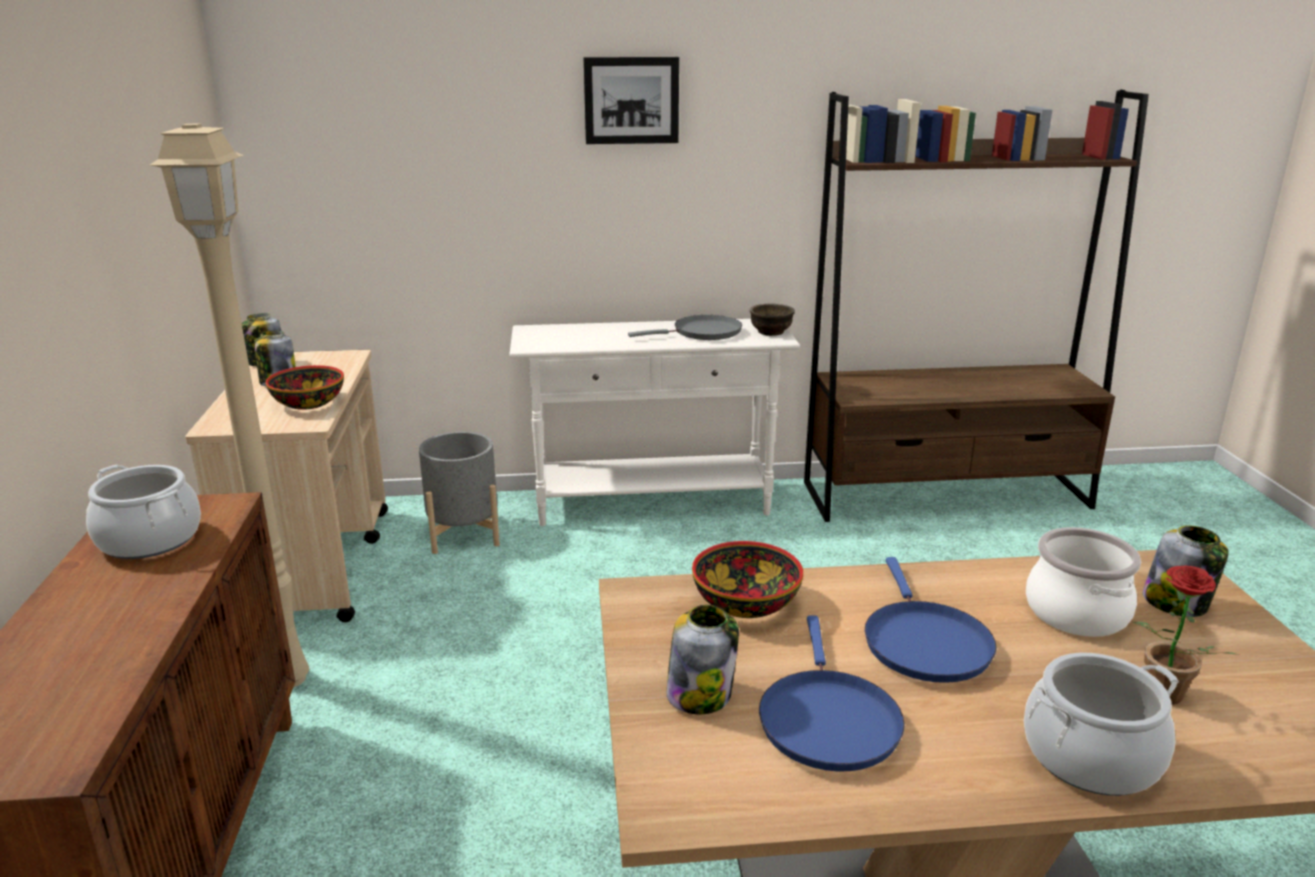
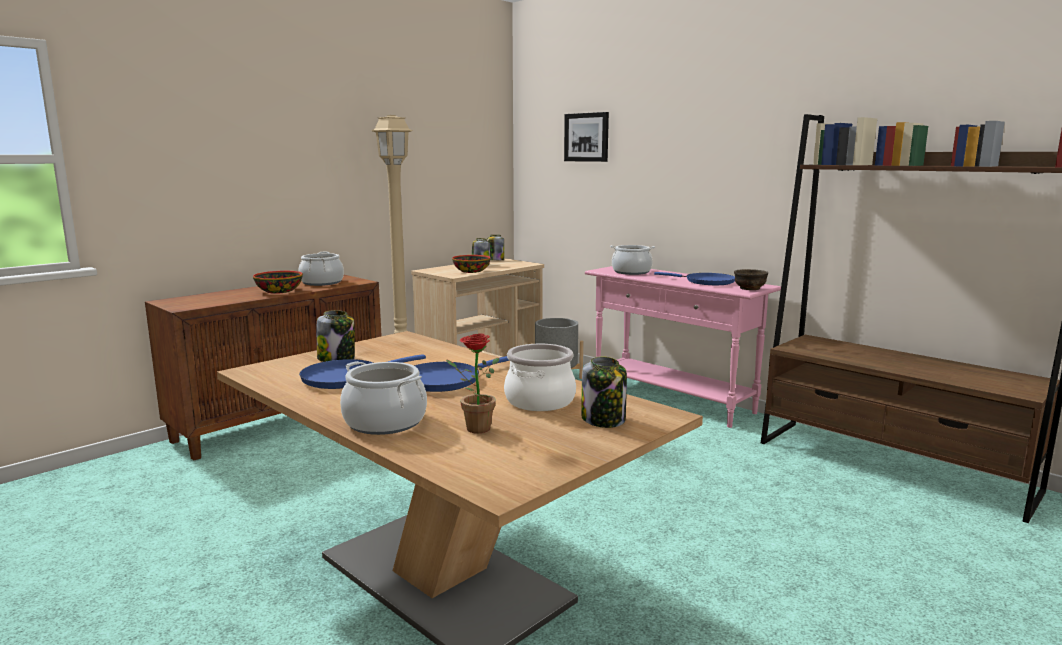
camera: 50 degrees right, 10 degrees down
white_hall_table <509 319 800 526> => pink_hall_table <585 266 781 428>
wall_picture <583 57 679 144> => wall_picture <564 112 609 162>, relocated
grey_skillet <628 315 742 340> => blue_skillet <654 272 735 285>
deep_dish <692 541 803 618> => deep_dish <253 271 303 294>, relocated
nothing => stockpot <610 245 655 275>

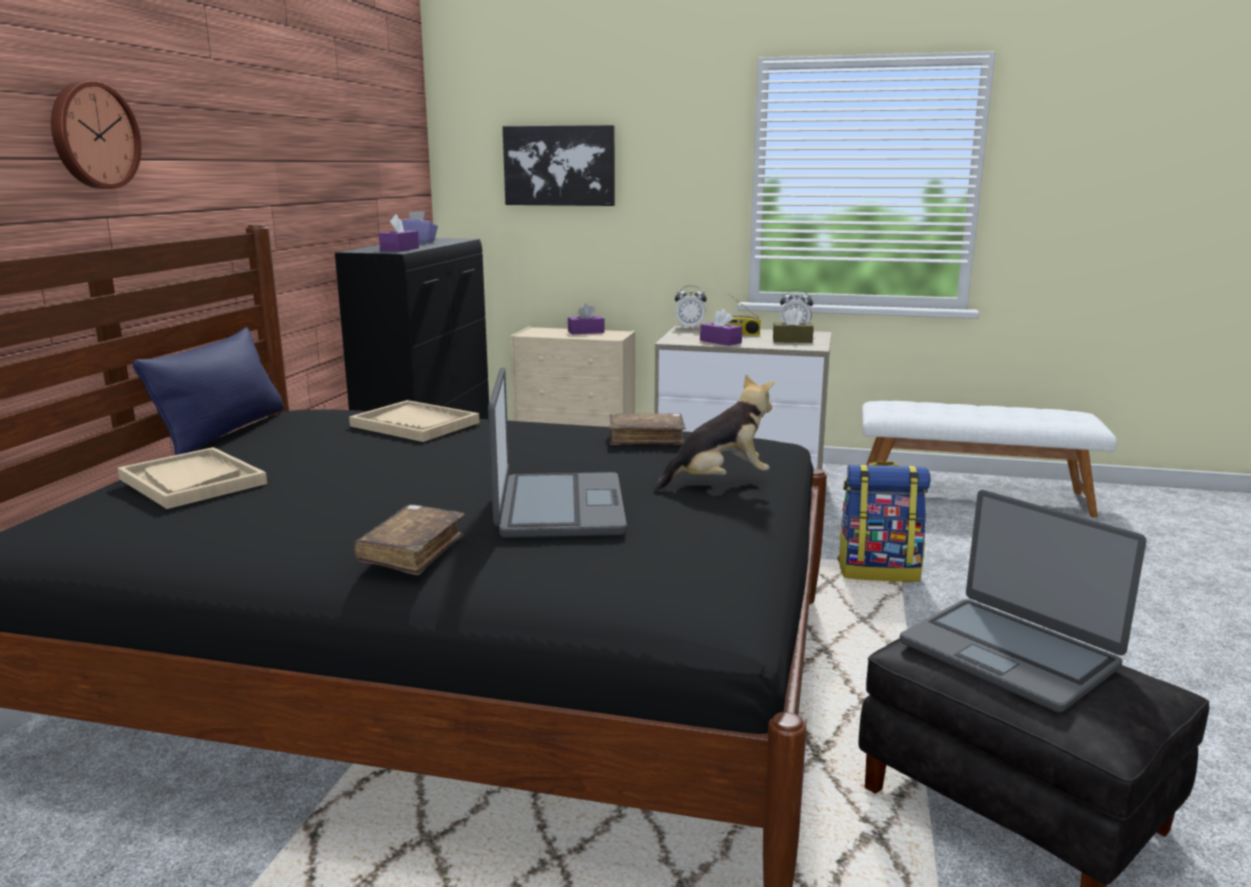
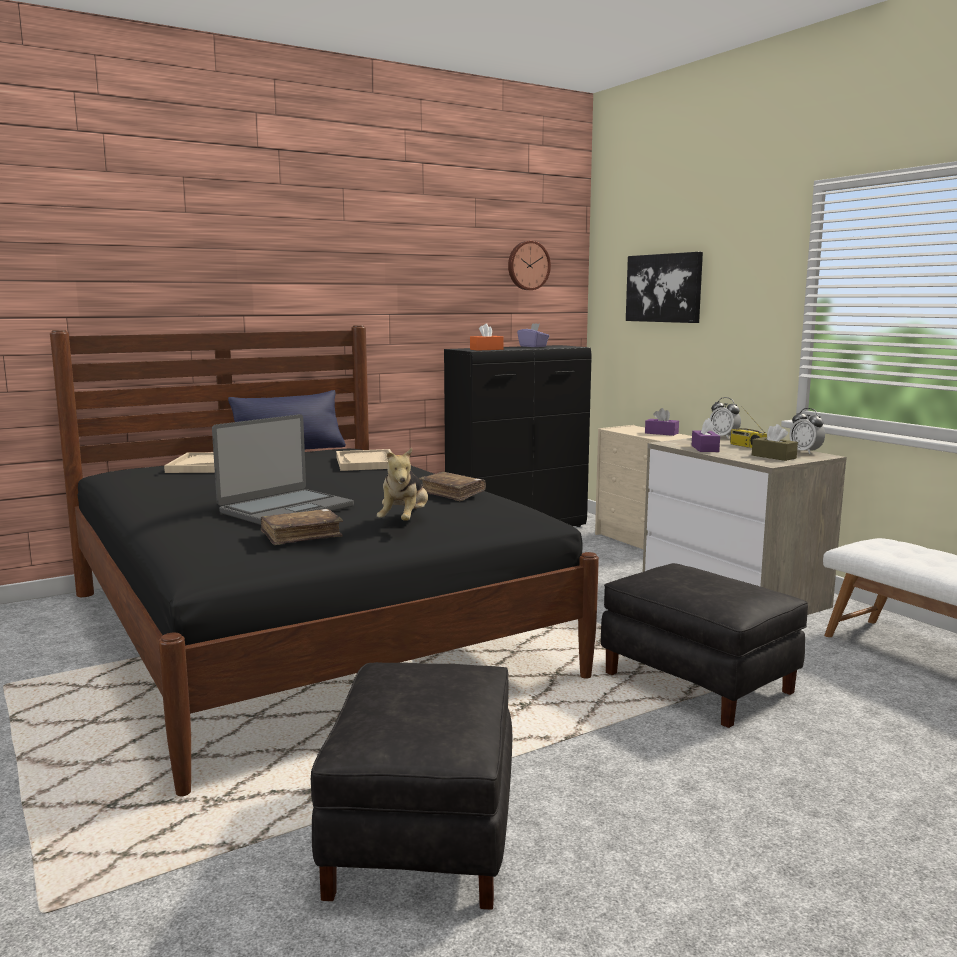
camera: 45 degrees right, 5 degrees down
hanging_clock <51 81 142 189> => hanging_clock <508 241 551 290>, relocated
brownish_bound_book <353 504 465 575> => brownish_bound_book <261 509 343 545>, relocated
purplish_box_of_tissues <379 215 419 252> => orange_box_of_tissues <470 323 504 351>
plush_toy <653 375 774 492> => plush_toy <377 448 428 521>, 75 degrees clockwise
knapsack <837 461 931 582> => black-coloured_footrest <601 563 808 728>
laptop <900 490 1146 712> => nothing

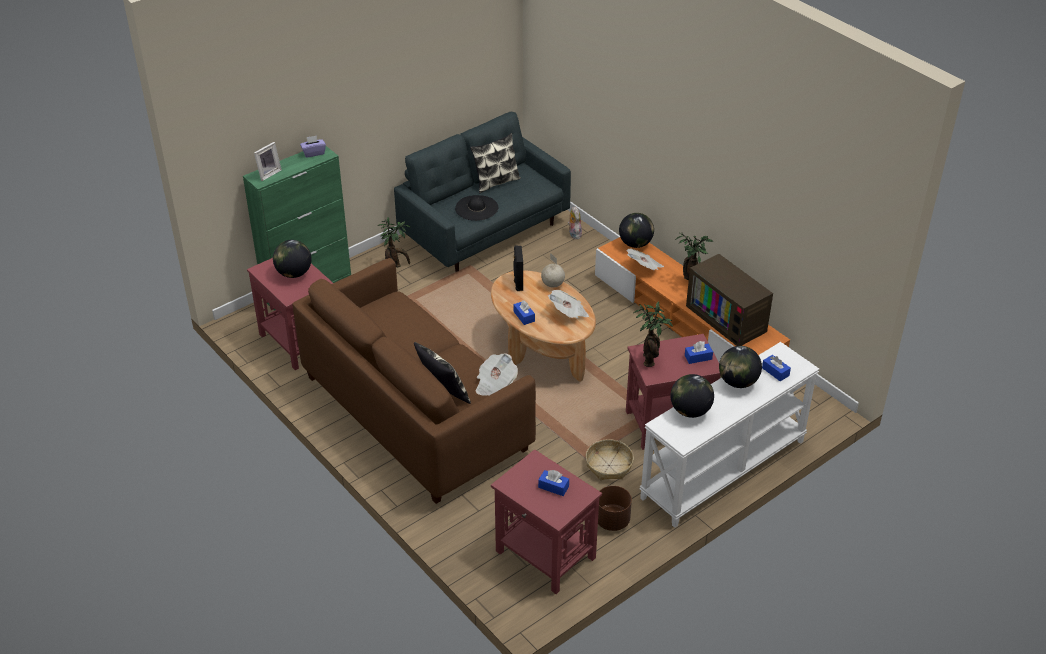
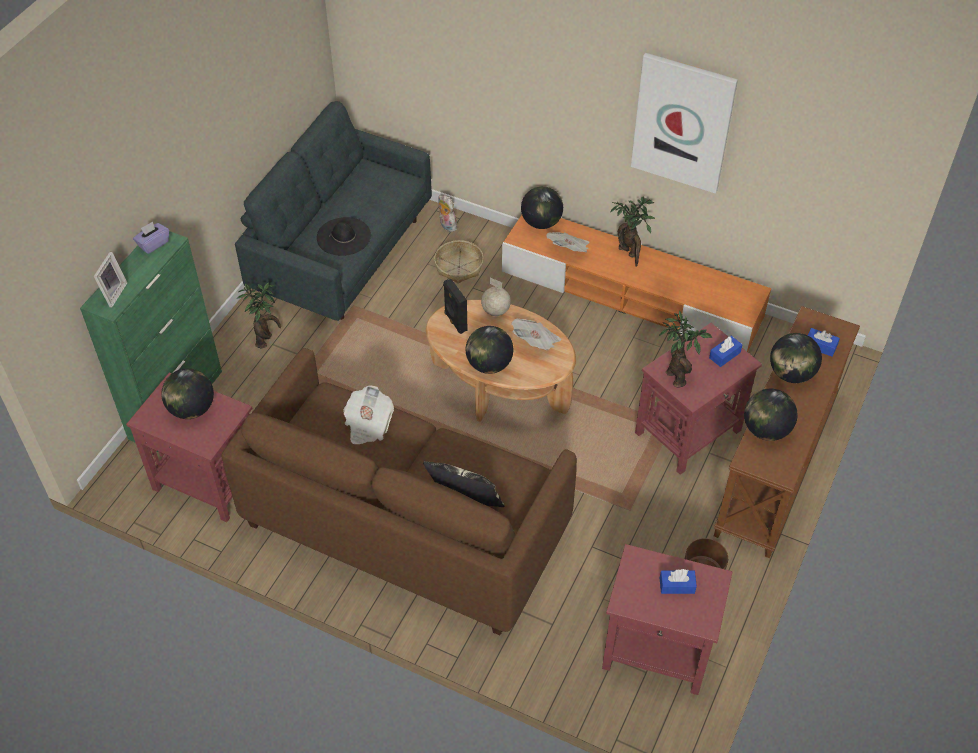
camera: 25 degrees left, 10 degrees up
pillow <470 133 521 193> => nothing
daily_paper <476 353 518 396> => daily_paper <343 385 394 444>, relocated
blue_box_of_tissues <514 300 535 325> => desk_globe <466 326 513 374>
storage_basket <586 439 634 480> => storage_basket <434 240 484 283>, relocated
white_hall_table <639 342 819 528> => brownish_hall_table <714 306 860 558>
TV_set <686 254 773 346> => nothing
nothing => wall_picture <631 53 738 193>

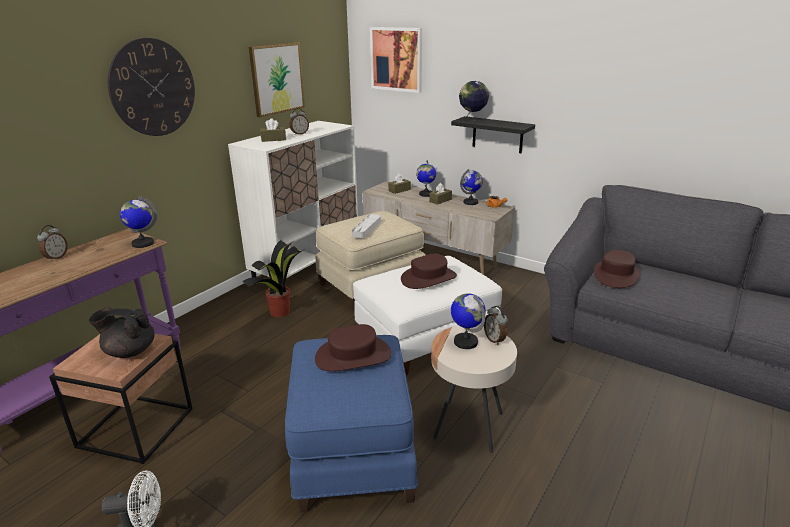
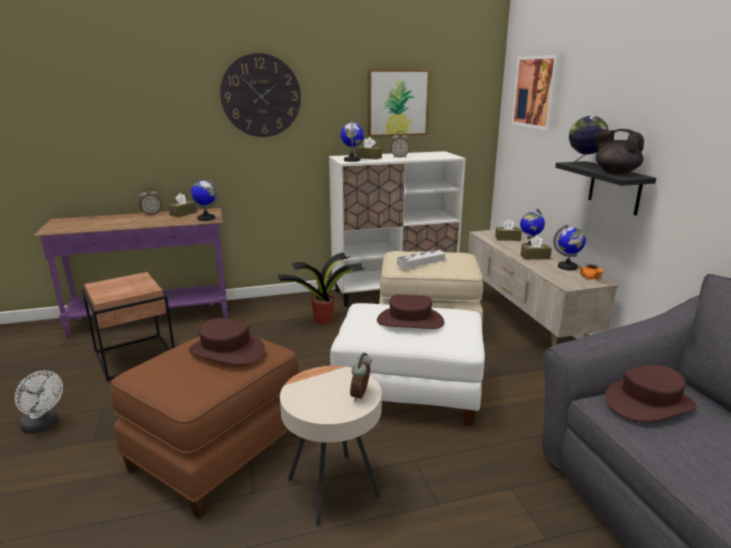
camera: 40 degrees right, 5 degrees down
black-coloured_teapot <89 307 155 358> => black-coloured_teapot <595 129 644 174>, relocated
blue_footrest <285 335 418 513> => brownish_footrest <110 336 300 519>
desk_globe <451 293 486 349> => desk_globe <341 120 364 162>, relocated
nothing => brownish_box_of_tissues <168 193 197 217>

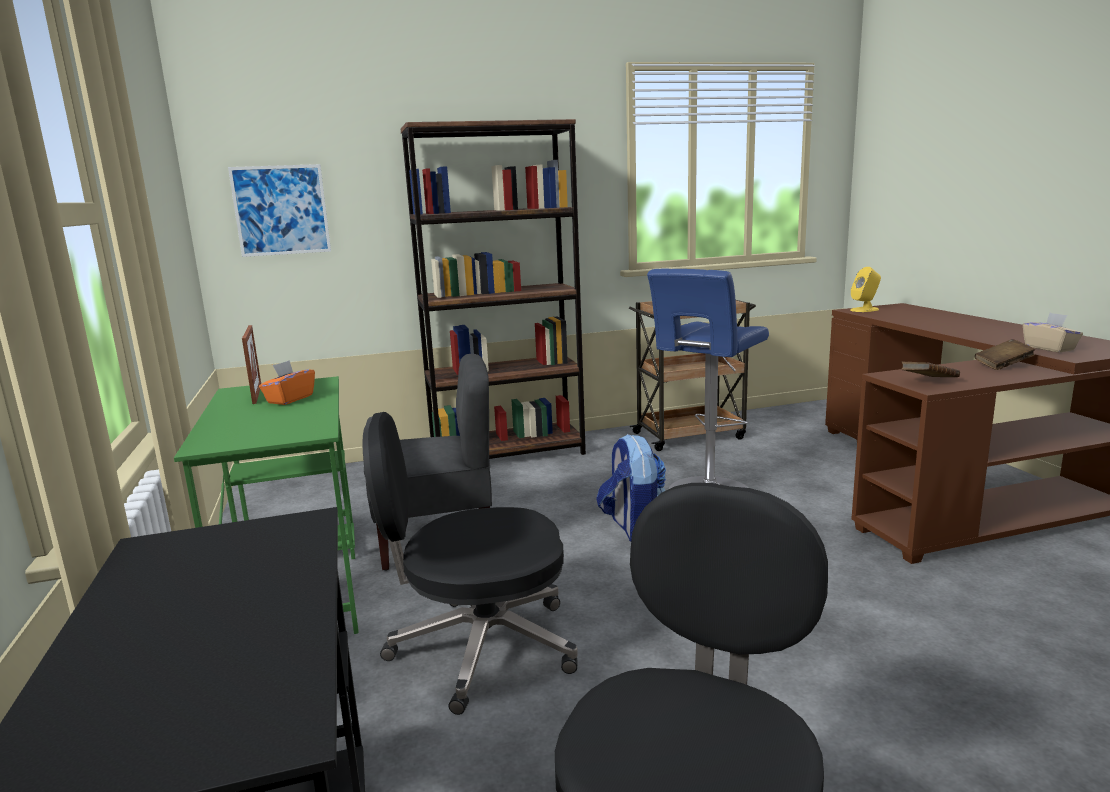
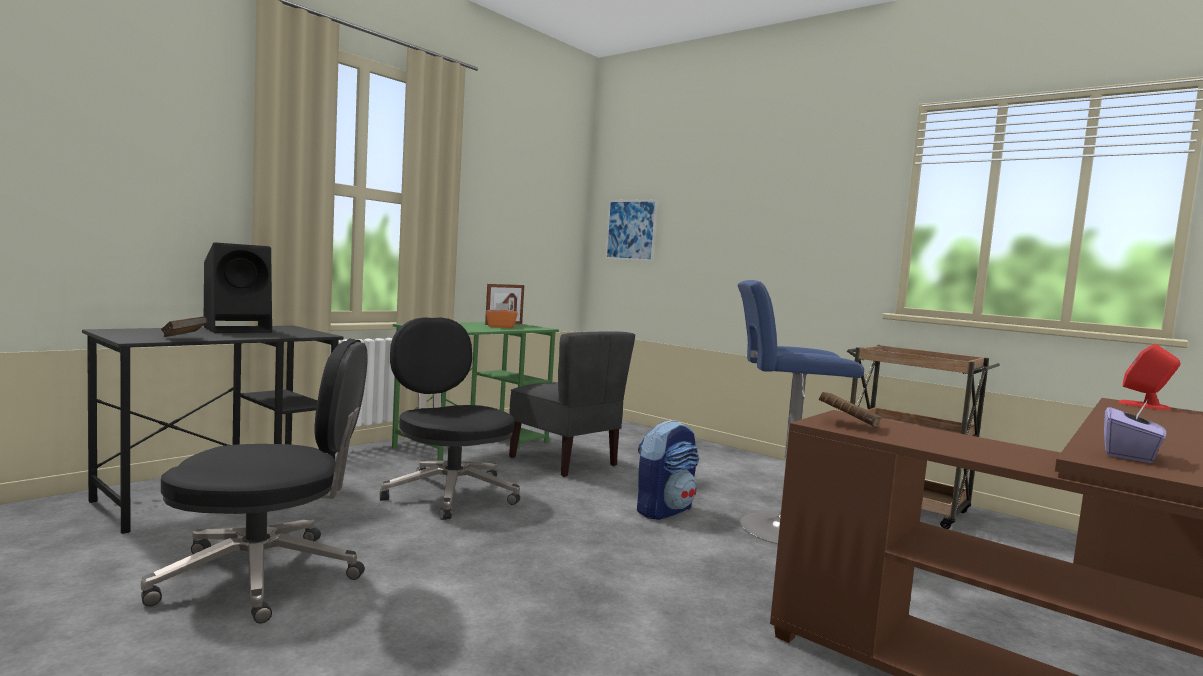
camera: 55 degrees right, 10 degrees down
brownish_bookshelf <400 119 586 459> => nothing
yellow_loudspeaker <850 267 881 312> => red_loudspeaker <1118 344 1180 410>
brownish_bound_book <975 339 1035 370> => brownish_bound_book <161 317 207 337>, relocated
sand-coloured_box_of_tissues <1023 313 1083 352> => purplish_box_of_tissues <1104 401 1166 463>
nothing => black-coloured_loudspeaker <203 243 272 333>

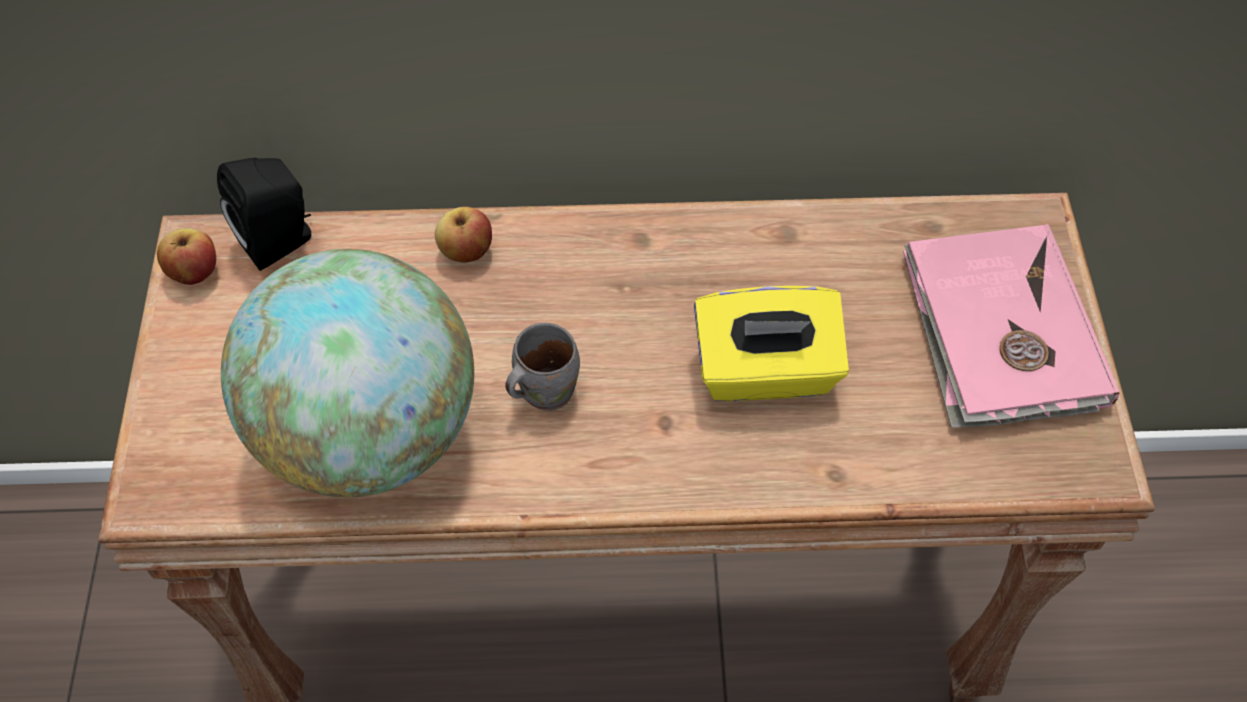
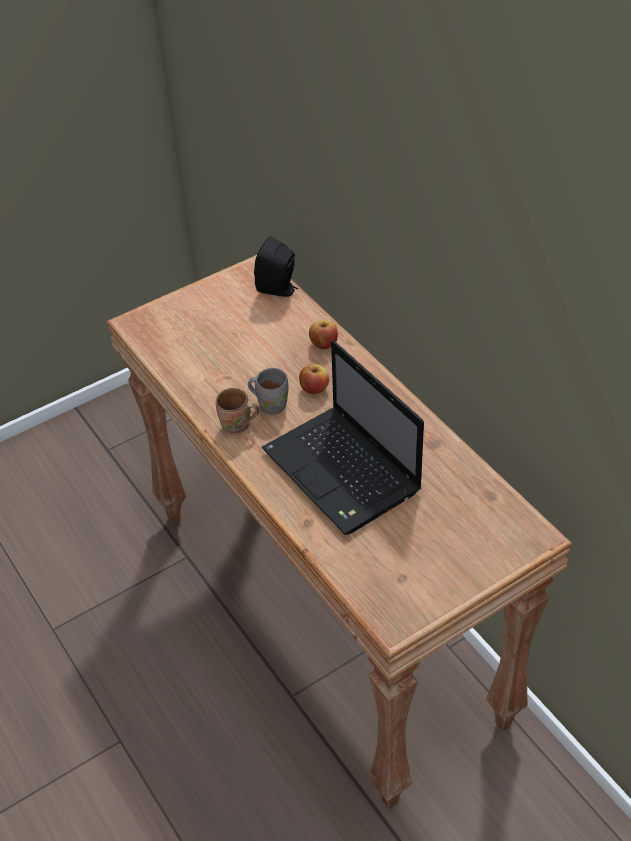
camera: 60 degrees right, 10 degrees down
apple <157 228 216 285> => apple <299 364 329 394>, relocated
desk_globe <221 249 474 498> => nothing
yellow_box_of_tissues <694 286 849 401> => laptop <262 341 424 535>
pink_bound_book <903 224 1119 428> => nothing
nothing => brownish_coffee_mug <216 388 259 435>

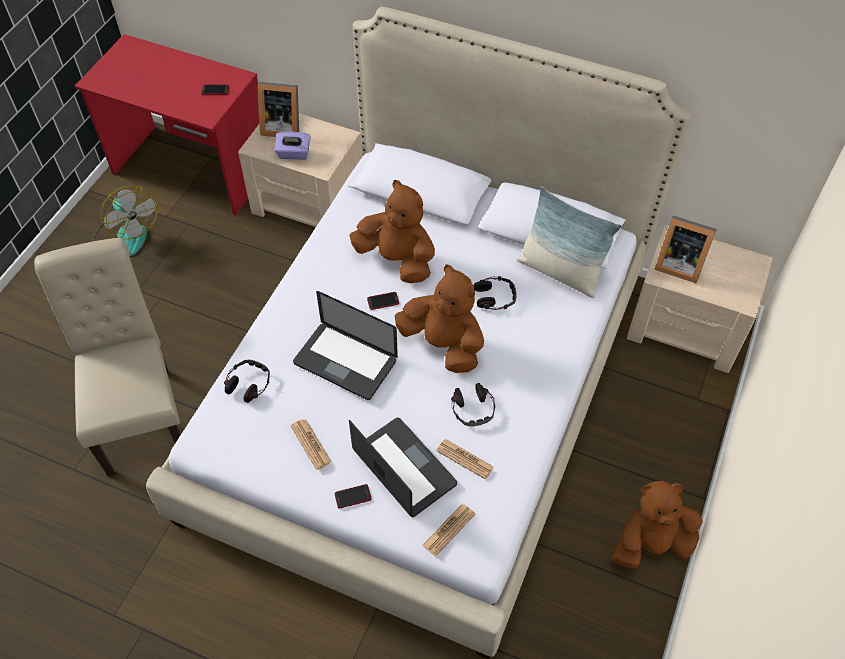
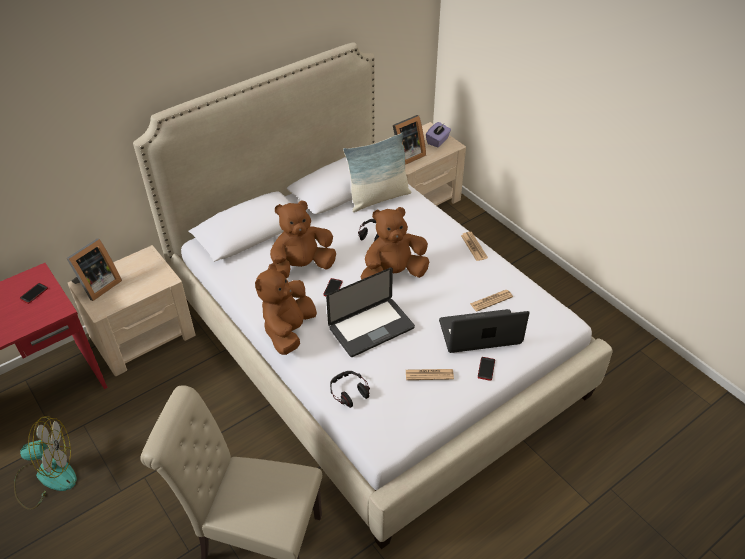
camera: 60 degrees left, 10 degrees down
purplish_box_of_tissues <274 132 311 160> => purplish_box_of_tissues <426 122 451 148>, relocated
daily_paper <422 504 475 557> => daily_paper <461 232 488 261>, relocated
headphones <451 383 495 426> => nothing
brownish_plush_toy <612 481 703 569> => brownish_plush_toy <255 263 317 355>, relocated

